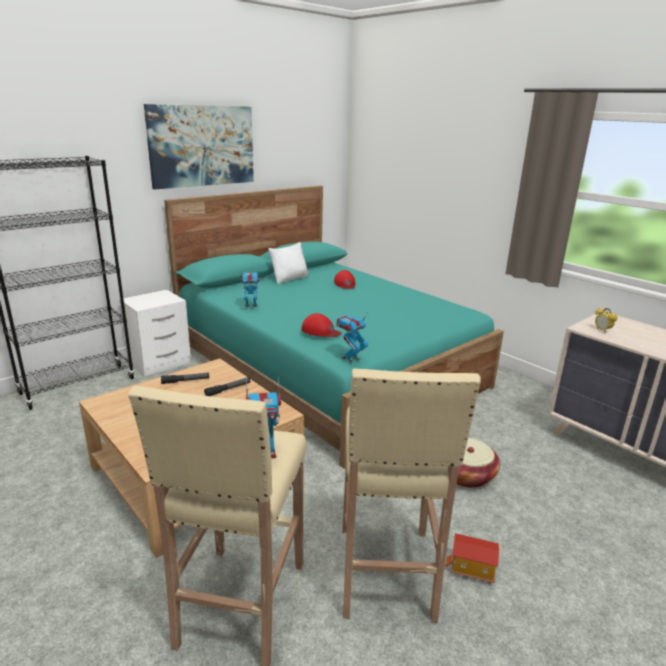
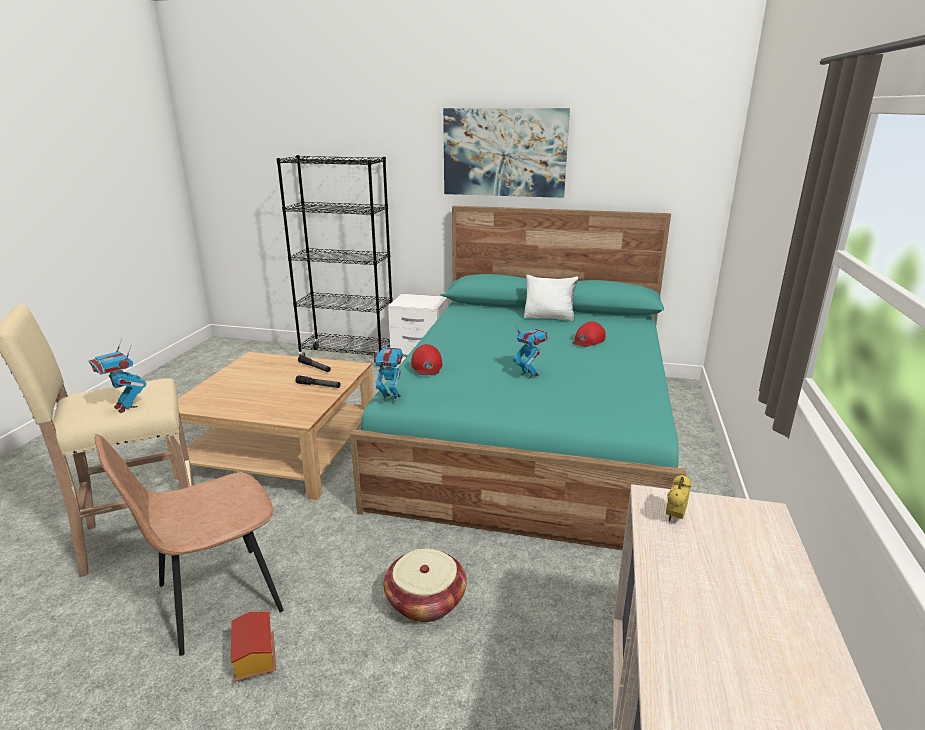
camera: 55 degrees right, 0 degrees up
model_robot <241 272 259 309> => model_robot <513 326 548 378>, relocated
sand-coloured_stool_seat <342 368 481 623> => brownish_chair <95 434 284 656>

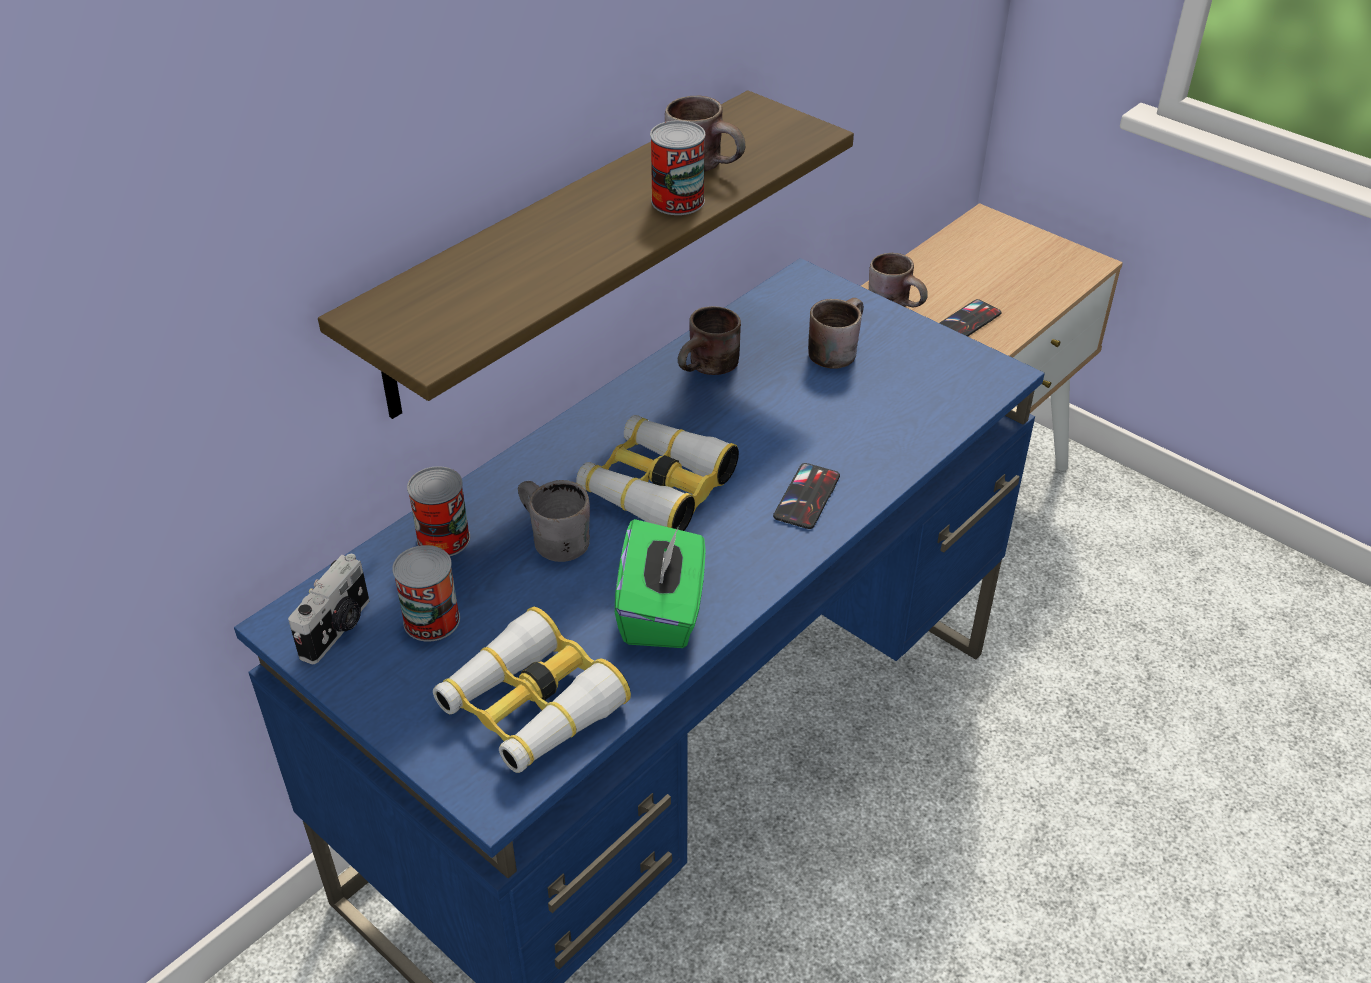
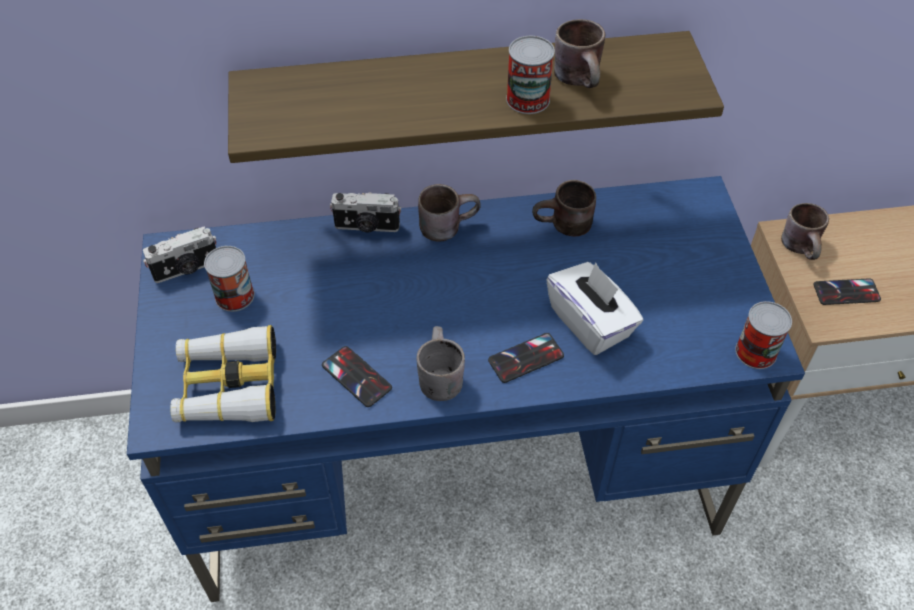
camera: 40 degrees right, 10 degrees up
can <407 466 470 556> => can <735 301 792 369>, relocated
grey_coffee_mug <518 480 590 562> => grey_coffee_mug <416 326 465 401>, relocated
field_glasses <576 415 739 531> => nothing
green_box_of_tissues <615 519 706 648> => telephone <322 346 392 407>
brownish_coffee_mug <808 298 864 369> => brownish_coffee_mug <418 184 481 242>, relocated
nothing => photo_camera <330 192 401 232>
nothing => white_box_of_tissues <546 262 643 355>

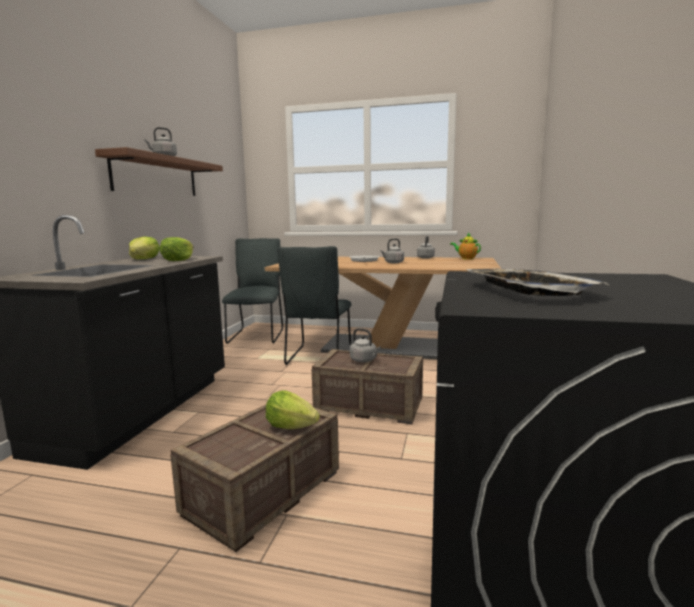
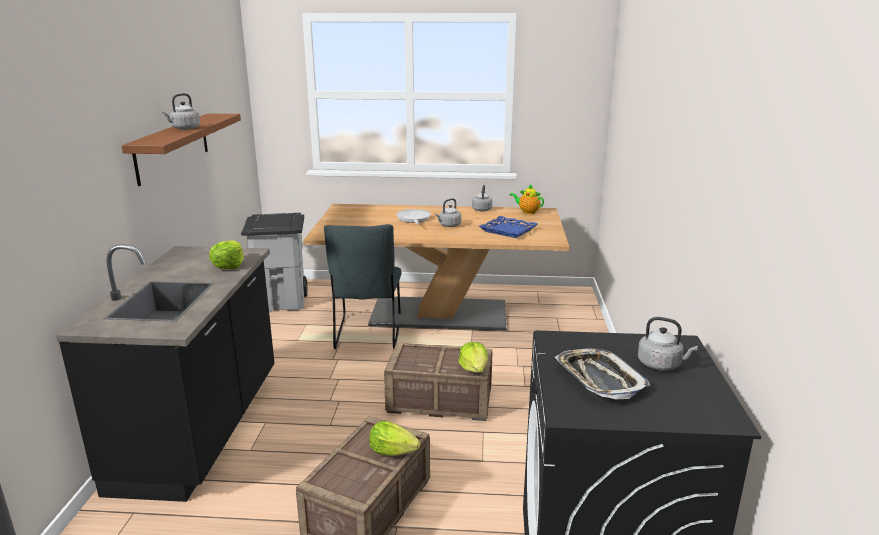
camera: 10 degrees left, 10 degrees up
head_of_lettuce <129 237 160 260> => head_of_lettuce <458 342 488 373>, relocated
grey_chair <222 238 283 344> => grey_trash_can <241 213 308 312>
grey_tea_kettle <350 328 381 362> => grey_tea_kettle <638 317 698 371>, relocated
nothing => blue_carrying_tray <479 216 538 238>

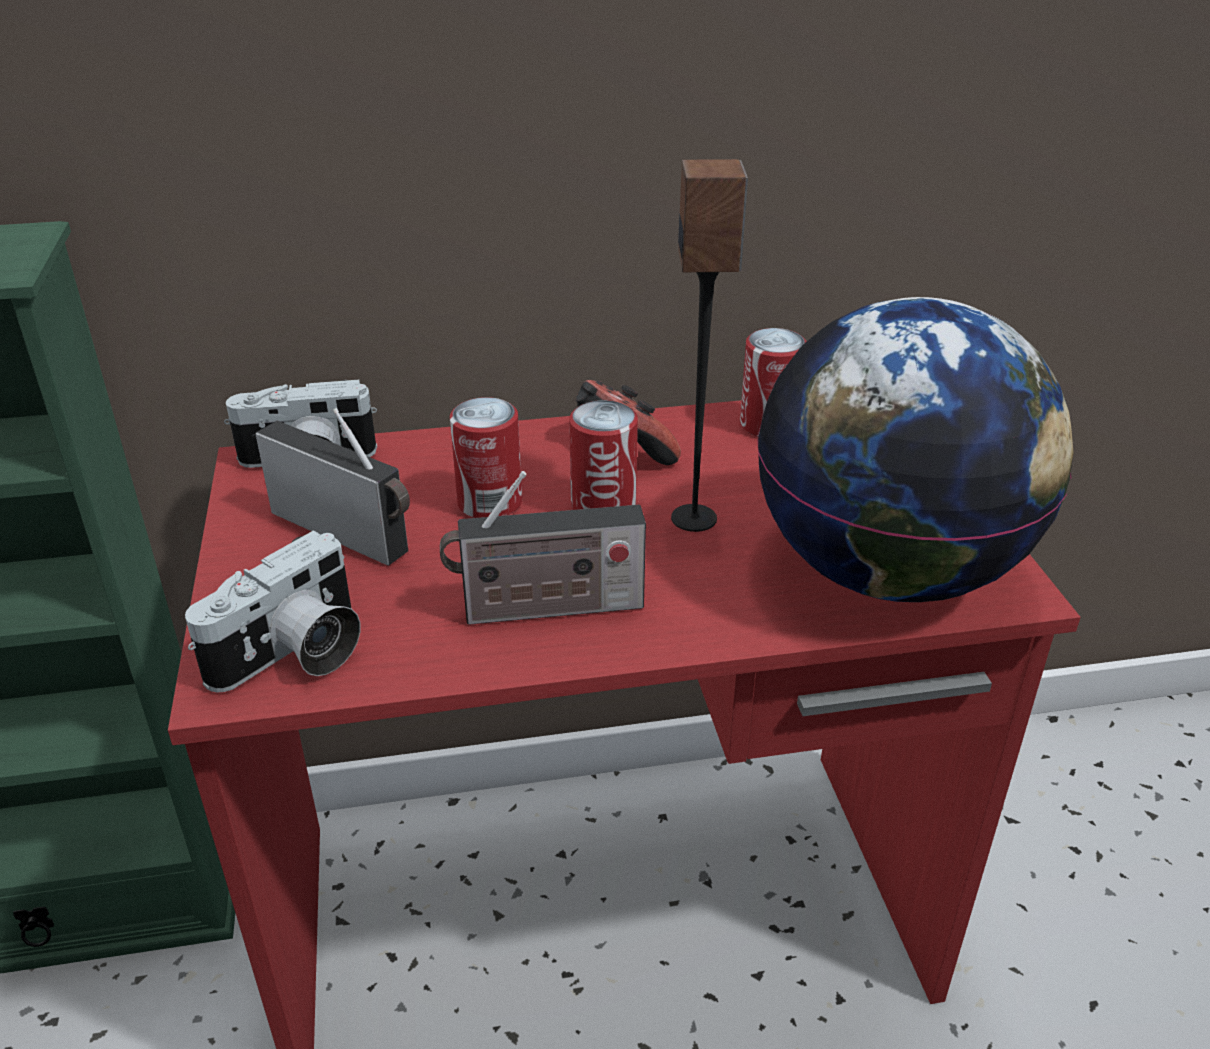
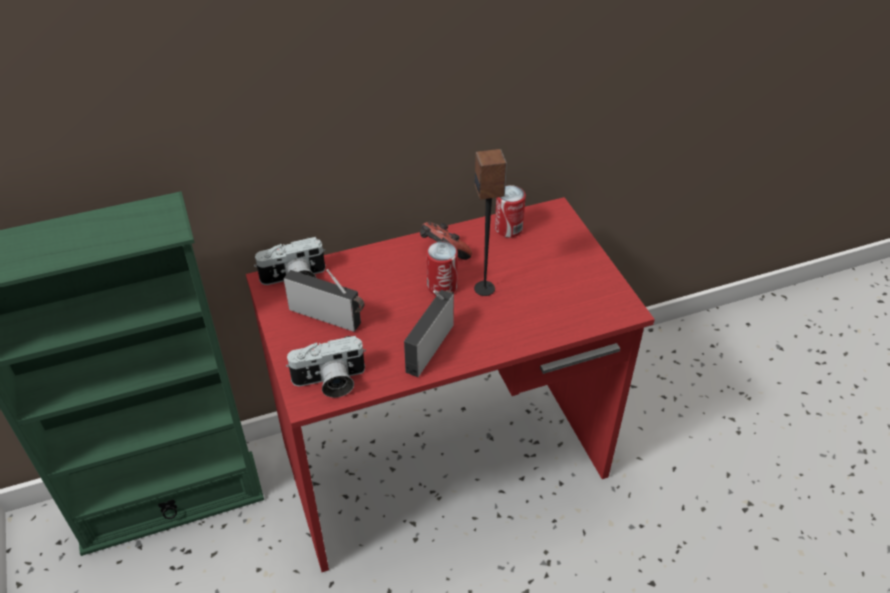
camera: 10 degrees left, 10 degrees up
photo_camera <185 531 360 692> => photo_camera <286 336 366 398>, 45 degrees clockwise
radio_set <440 471 646 625> => radio_set <404 290 454 377>, 135 degrees clockwise
can <450 397 522 518> => nothing
desk_globe <757 297 1074 602> => nothing

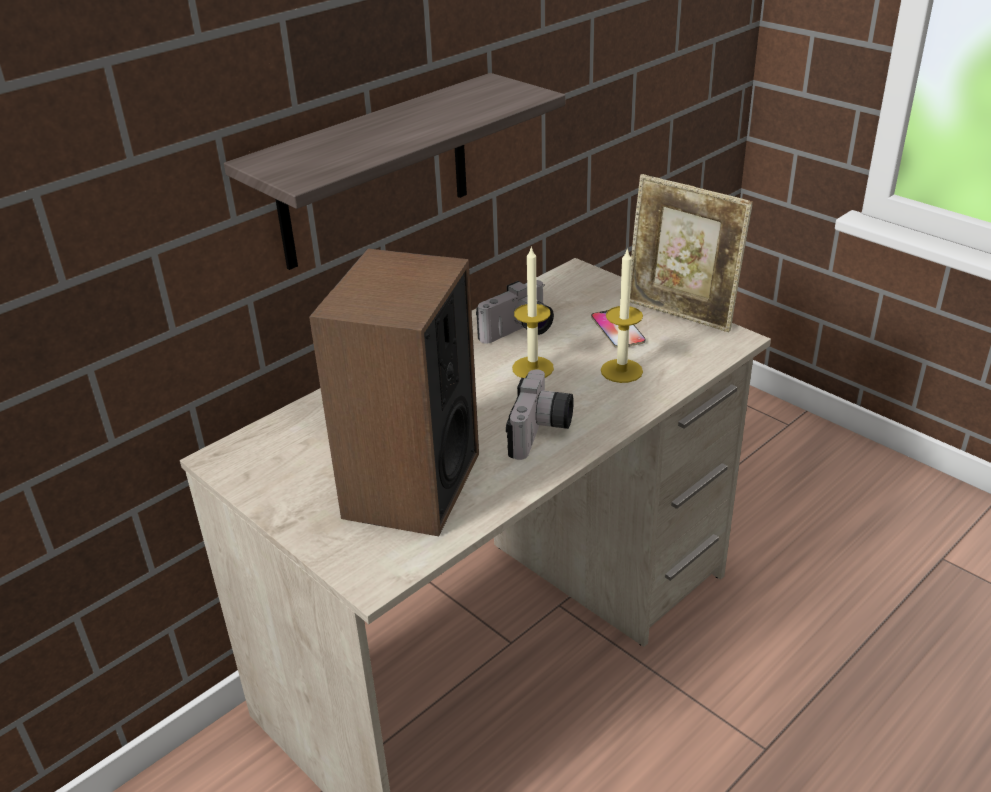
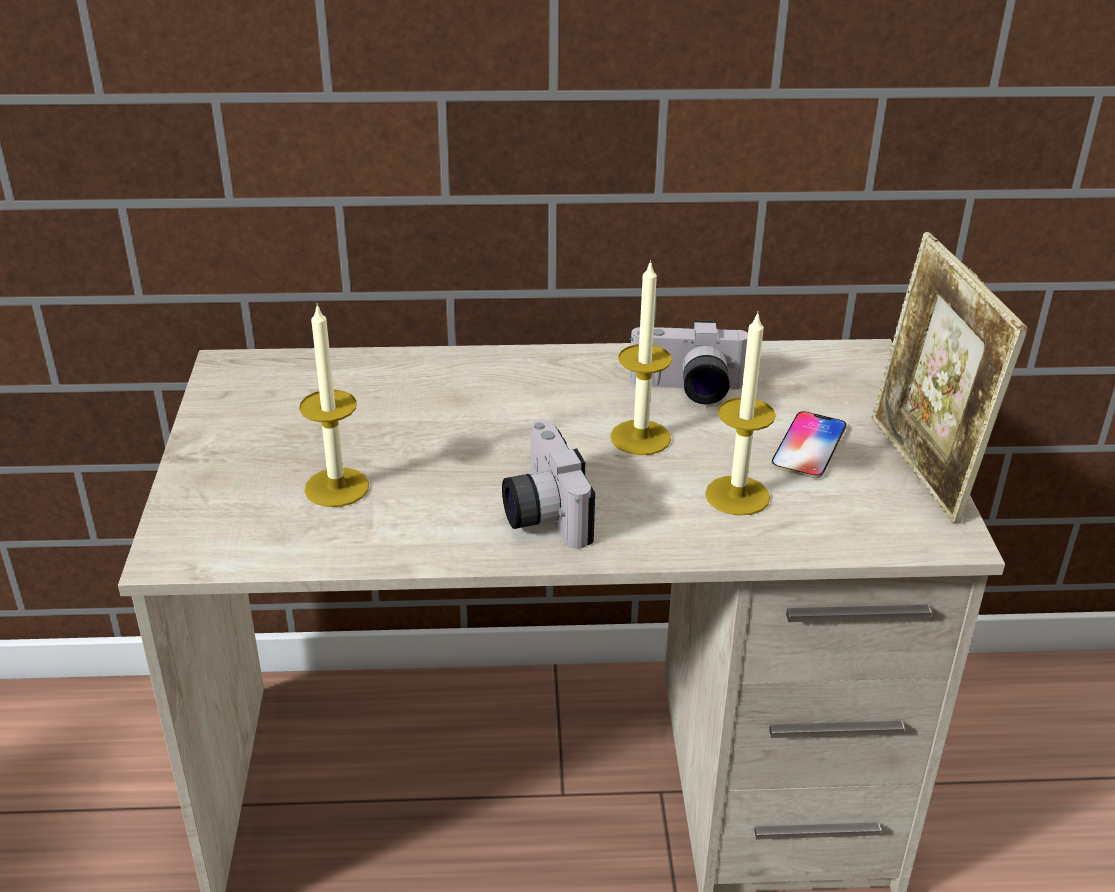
camera: 40 degrees right, 0 degrees up
bracket_shelf <224 73 565 270> => nothing
loudspeaker <309 248 479 536> => wax_light <299 303 369 507>
photo_camera <506 370 574 460> => photo_camera <502 419 595 549>, 105 degrees clockwise

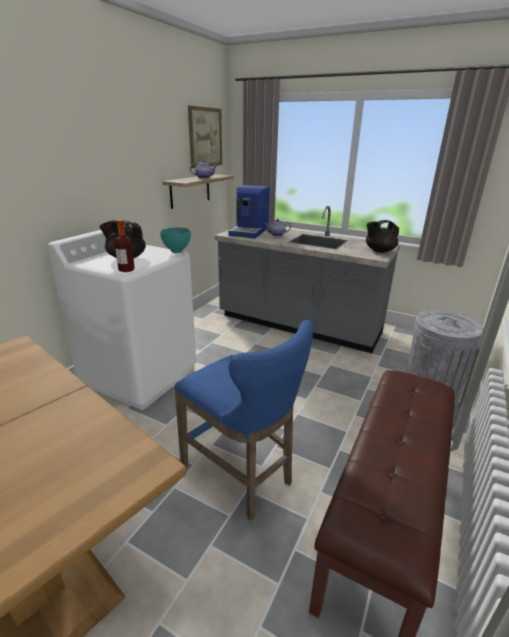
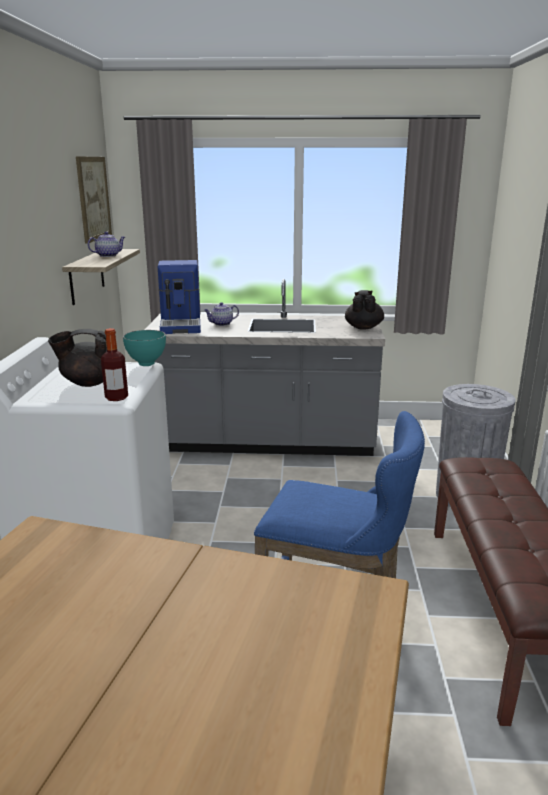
camera: 25 degrees left, 5 degrees down
black-coloured_teapot <366 220 399 253> => black-coloured_teapot <345 290 384 330>, 135 degrees clockwise

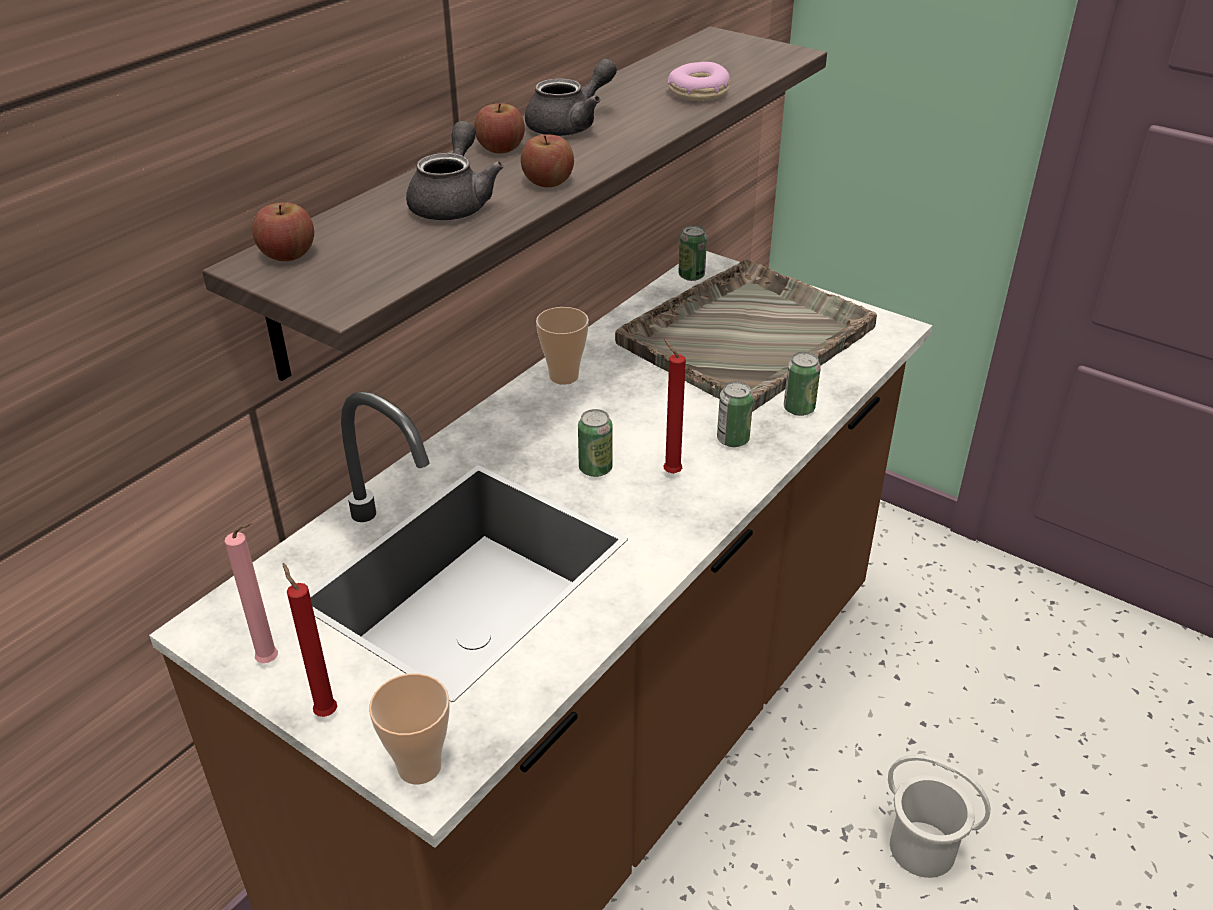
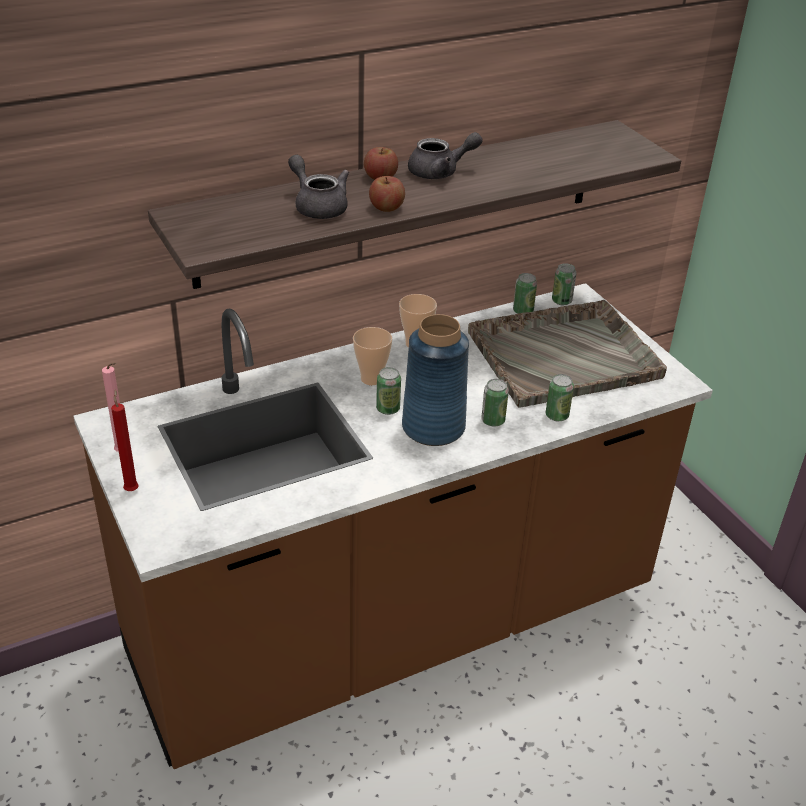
camera: 25 degrees right, 0 degrees up
apple <252 202 314 261> => nothing
drinking_cup <369 673 450 785> => drinking_cup <353 327 392 385>, relocated
grey_teapot <406 121 503 220> => grey_teapot <288 155 349 219>, 75 degrees counterclockwise
red_wax_light <664 339 686 474> => blue_decorative_vase <402 314 469 446>
doughnut <667 62 730 101> => nothing
white_water_bucket <888 755 991 878> => nothing
nothing => can <513 273 537 314>

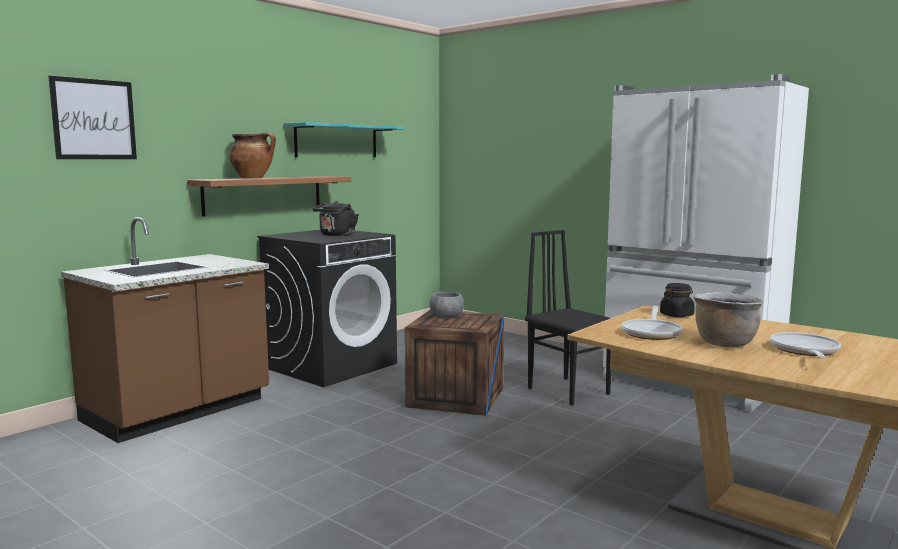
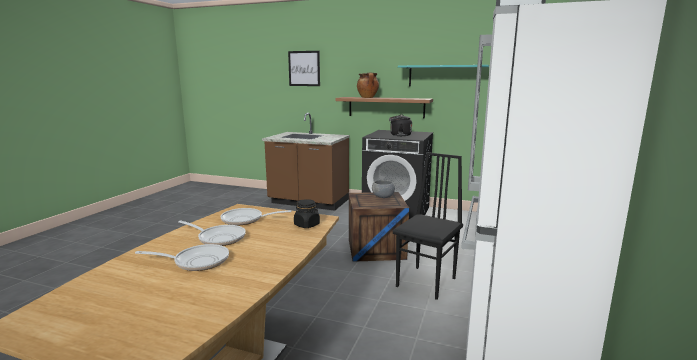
camera: 70 degrees right, 5 degrees up
brownish_stockpot <693 292 764 347> => skillet <179 221 246 246>

